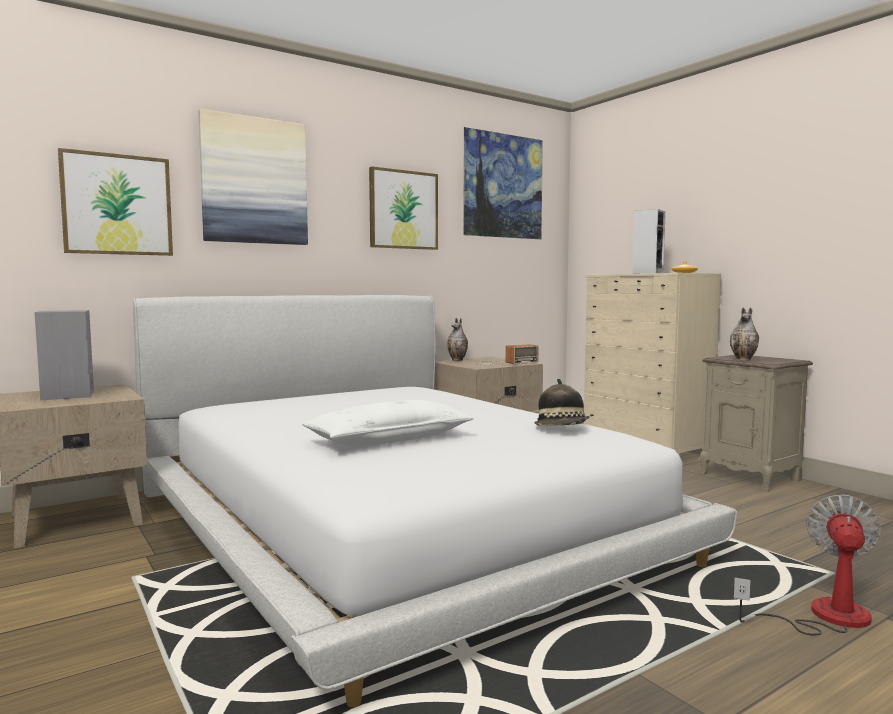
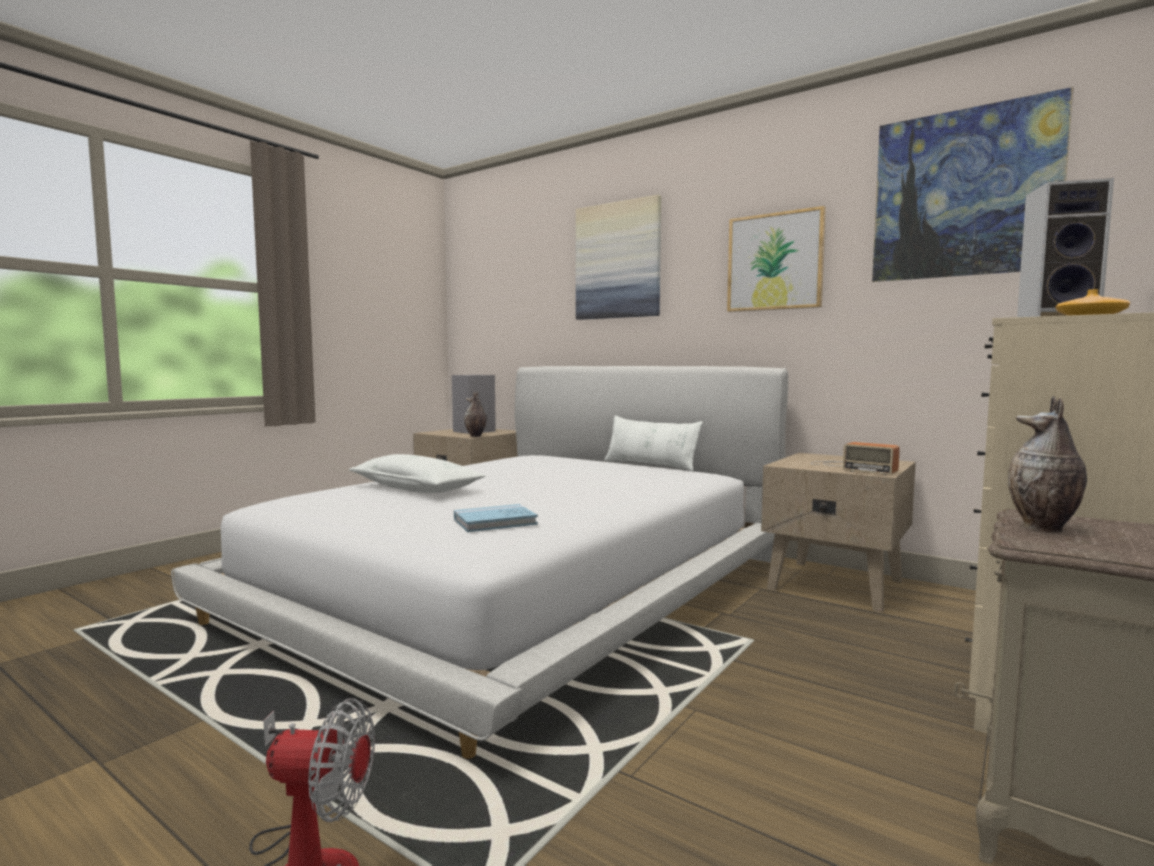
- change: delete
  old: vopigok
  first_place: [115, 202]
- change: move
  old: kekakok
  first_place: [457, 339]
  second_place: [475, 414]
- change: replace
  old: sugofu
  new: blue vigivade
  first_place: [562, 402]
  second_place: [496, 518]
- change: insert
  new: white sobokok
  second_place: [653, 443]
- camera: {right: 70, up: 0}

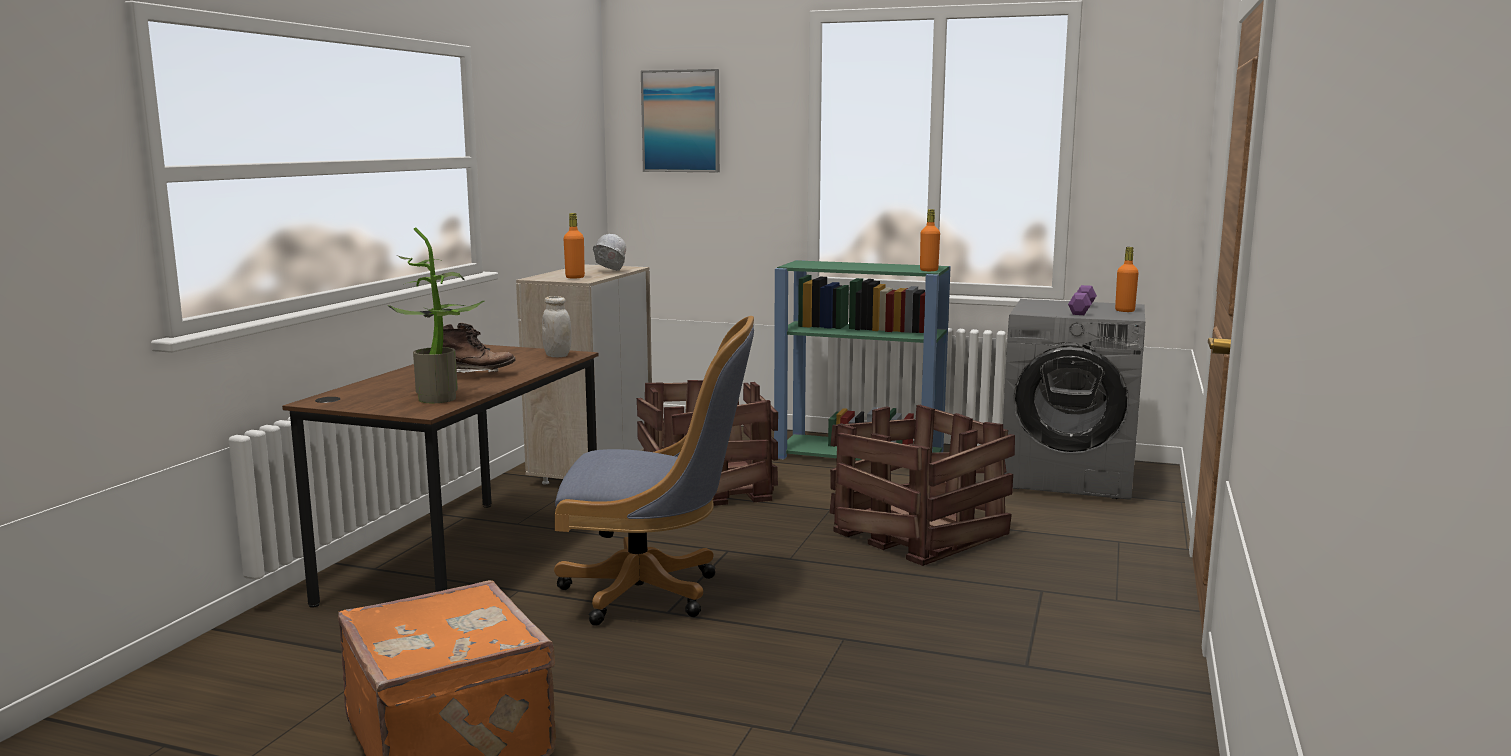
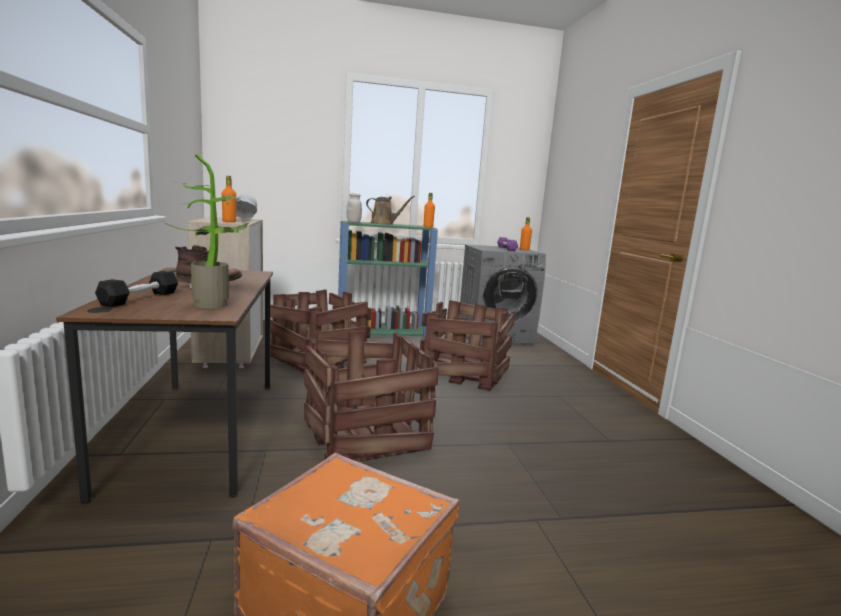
- change: delete
  old: vopigok
  first_place: [680, 120]
- change: move
  old: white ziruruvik
  first_place: [557, 326]
  second_place: [354, 208]
- change: replace
  old: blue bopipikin
  new: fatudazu
  first_place: [654, 471]
  second_place: [371, 396]
- change: insert
  new: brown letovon
  second_place: [390, 210]
- change: insert
  new: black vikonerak
  second_place: [136, 289]
- camera: {right: -30, up: 0}

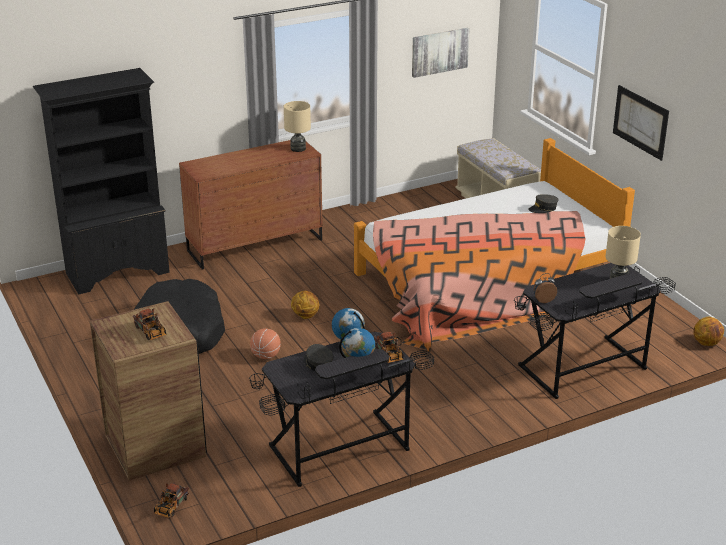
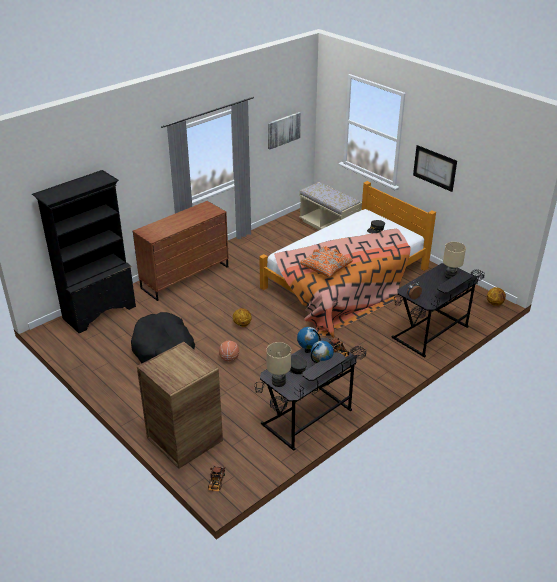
- change: move
  old: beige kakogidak
  first_place: [297, 126]
  second_place: [278, 364]
- change: delete
  old: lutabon
  first_place: [150, 324]
- change: insert
  new: orange sobokok
  second_place: [326, 262]
- camera: {right: -15, up: 5}

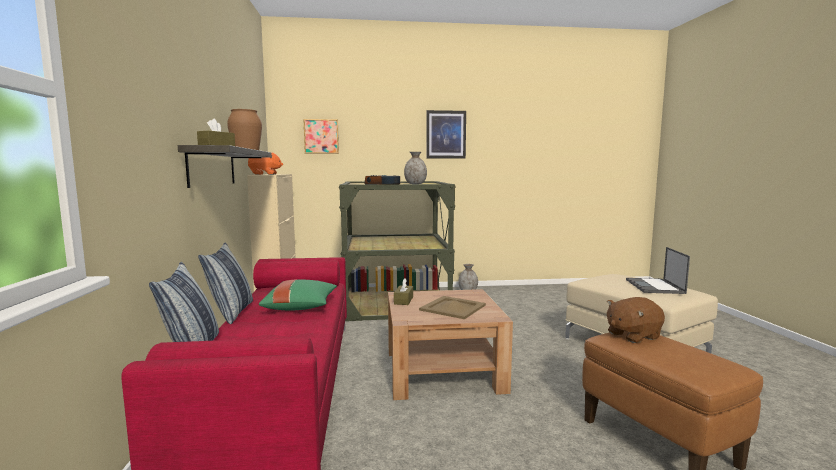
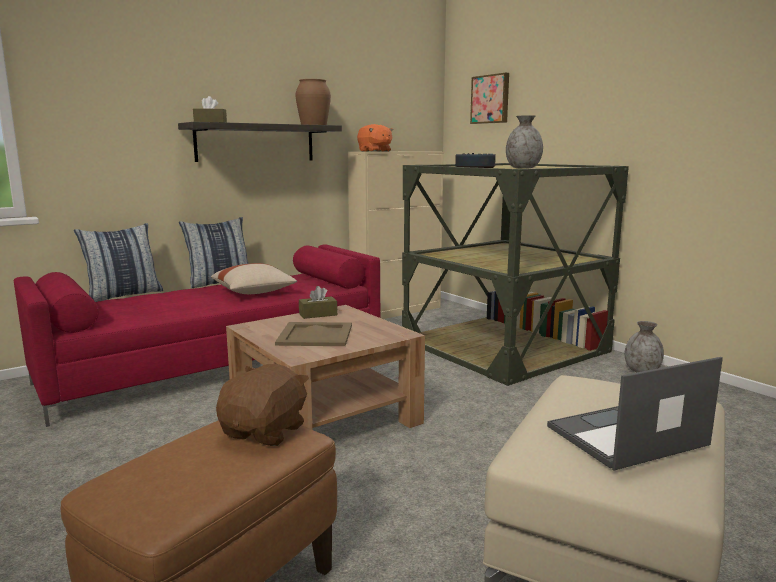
- change: delete
  old: vopigok
  first_place: [446, 134]
- change: recolor
  old: green sobokok
  new: beige sobokok
  first_place: [298, 295]
  second_place: [254, 278]
- change: rotate
  old: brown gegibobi
  first_place: [636, 320]
  second_place: [262, 405]
  degrees: 75
- camera: {right: 60, up: 5}

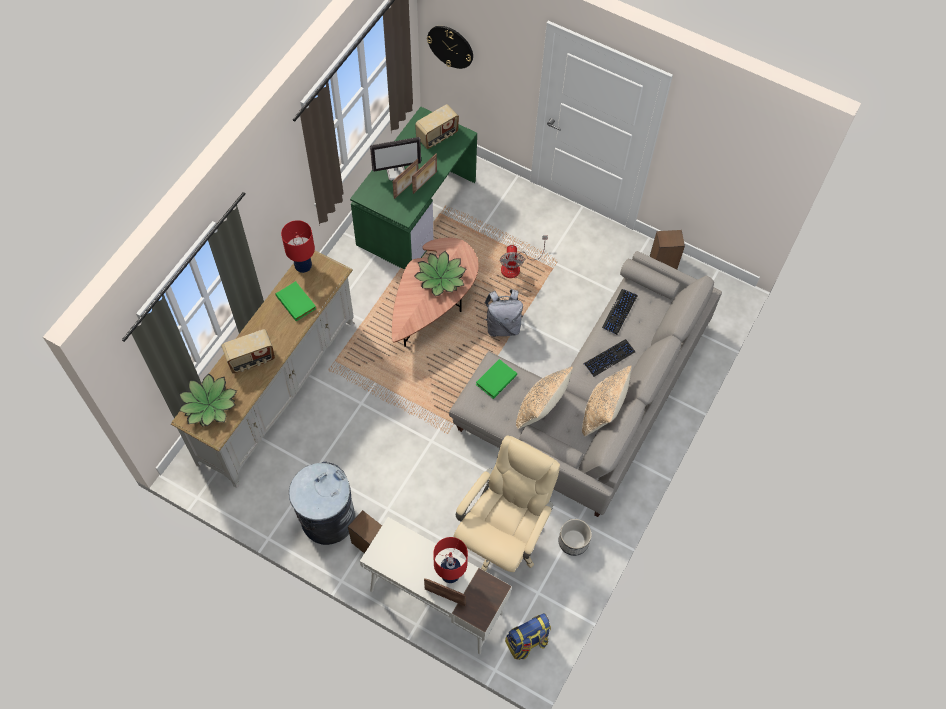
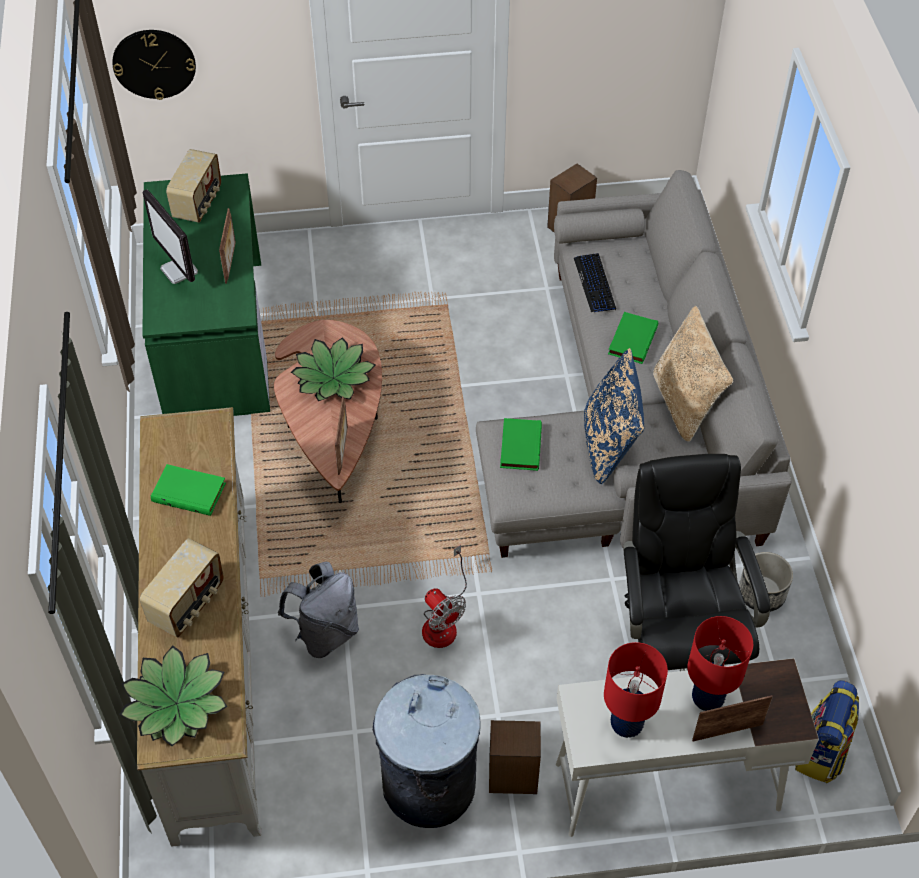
- change: rotate
  old: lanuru
  first_place: [395, 159]
  second_place: [170, 236]
  degrees: 105
- change: move
  old: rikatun
  first_place: [405, 179]
  second_place: [341, 436]
- change: move
  old: red kakogidak
  first_place: [298, 246]
  second_place: [636, 690]
- change: move
  old: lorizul
  first_place: [524, 256]
  second_place: [444, 596]
- change: move
  old: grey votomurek
  first_place: [504, 313]
  second_place: [318, 610]
- change: replace
  old: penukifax
  new: green vigivade
  first_place: [609, 358]
  second_place: [633, 338]
- change: recolor
  old: beige sobokok
  new: blue sobokok
  first_place: [544, 398]
  second_place: [614, 416]
- change: recolor
  old: beige bopipikin
  new: black bopipikin
  first_place: [507, 503]
  second_place: [697, 562]
- camera: {right: -35, up: -10}

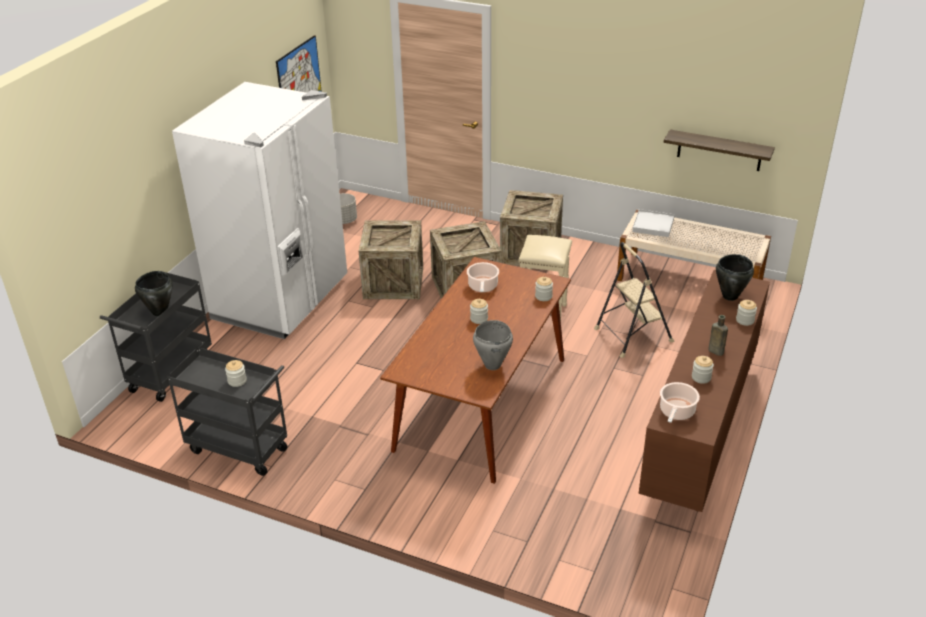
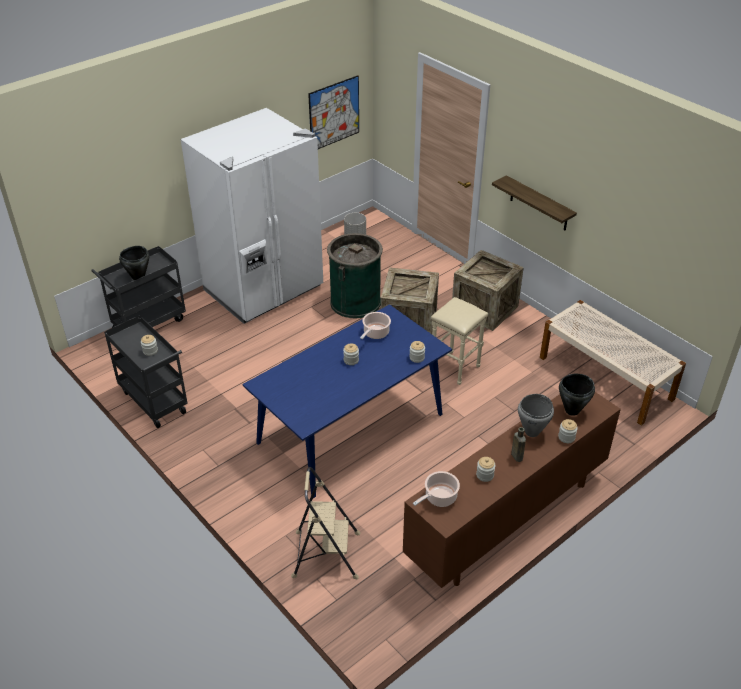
- change: move
  old: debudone
  first_place: [719, 150]
  second_place: [534, 202]
- change: delete
  old: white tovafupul
  first_place: [653, 223]
- change: replace
  old: fatudazu
  new: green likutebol
  first_place: [391, 259]
  second_place: [355, 275]
- change: move
  old: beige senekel
  first_place: [634, 300]
  second_place: [325, 523]
- change: recolor
  old: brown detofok
  new: blue detofok
  first_place: [475, 370]
  second_place: [347, 401]
- change: move
  old: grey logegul
  first_place: [493, 345]
  second_place: [536, 415]
- camera: {right: 25, up: 5}

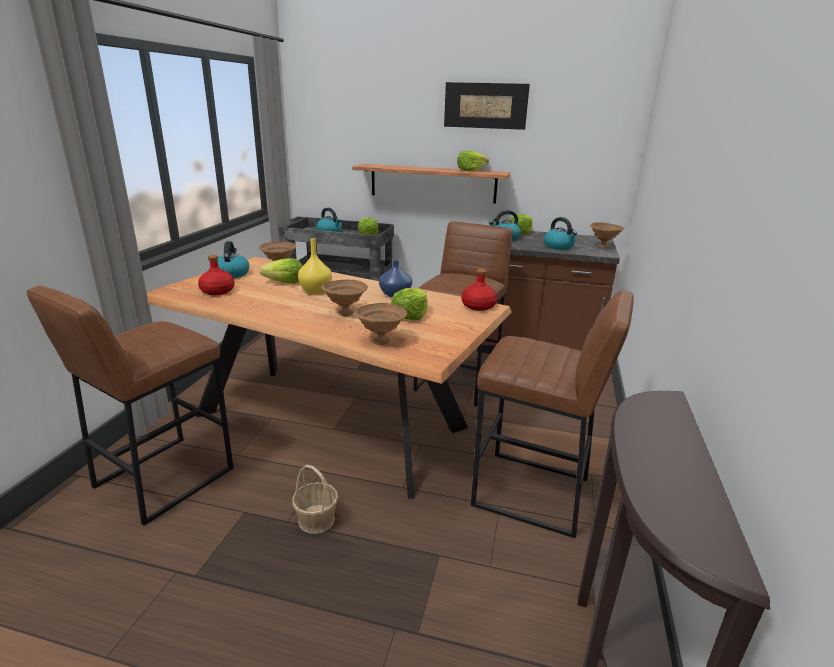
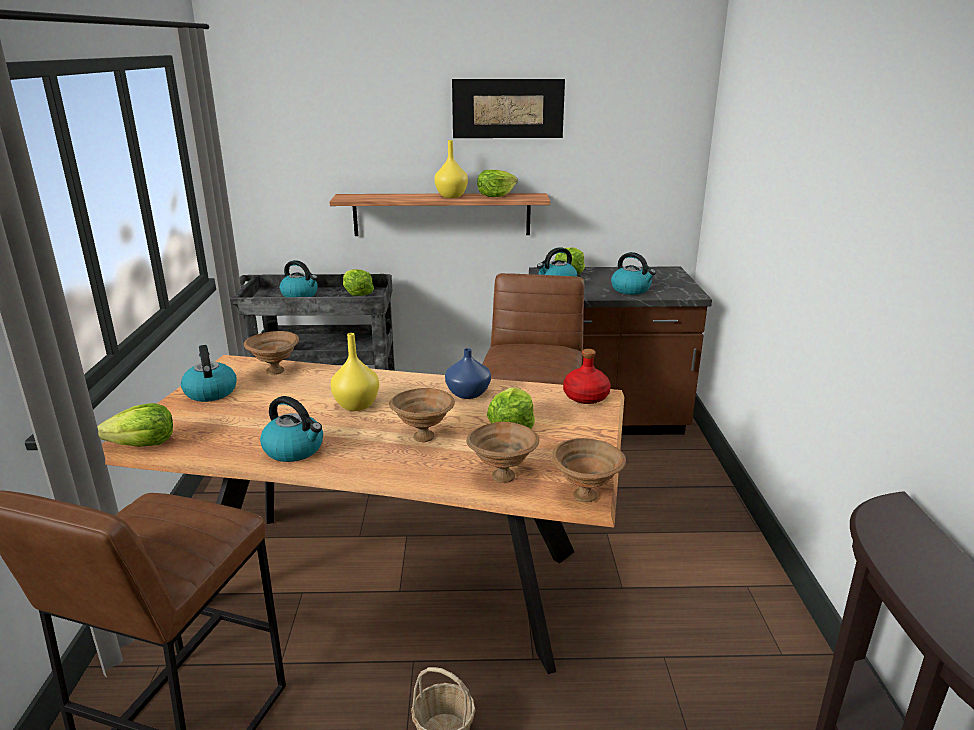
- change: move
  old: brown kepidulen
  first_place: [607, 235]
  second_place: [589, 470]
- change: delete
  old: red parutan
  first_place: [216, 275]
- change: move
  old: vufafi
  first_place: [281, 271]
  second_place: [135, 425]
- change: delete
  old: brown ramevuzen
  first_place: [552, 414]
- change: insert
  new: yellow kekakok
  second_place: [451, 169]
- change: insert
  new: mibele
  second_place: [291, 429]
- camera: {right: -15, up: 0}

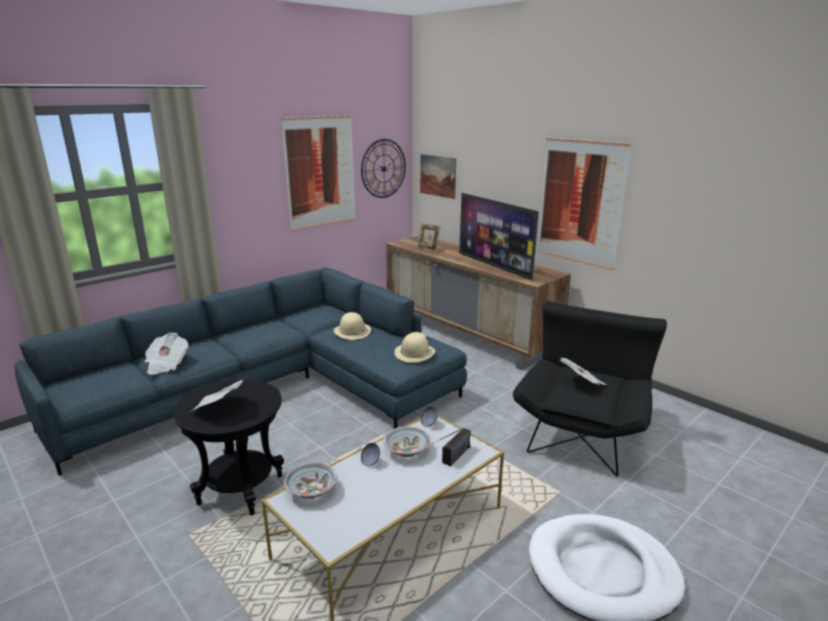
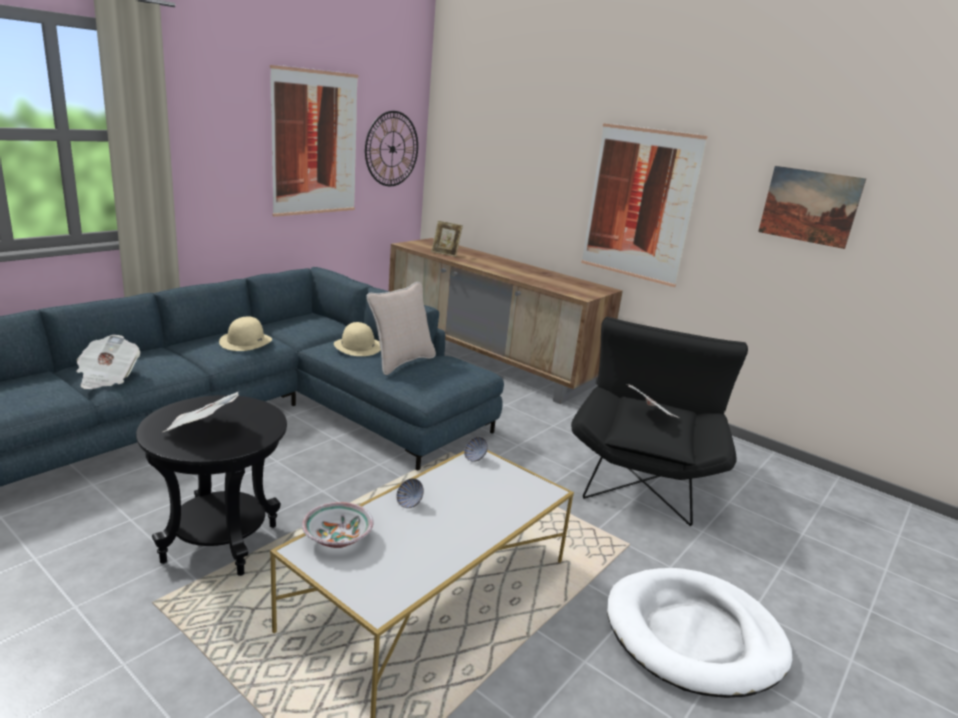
- change: move
  old: vopigok
  first_place: [438, 176]
  second_place: [812, 207]
- change: delete
  old: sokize
  first_place: [499, 236]
- change: move
  old: beige sugofu
  first_place: [414, 347]
  second_place: [245, 333]
- change: delete
  old: kepidulen
  first_place: [407, 441]
- change: delete
  old: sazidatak
  first_place: [451, 447]
- change: insert
  new: beige sobokok
  second_place: [401, 328]
- camera: {right: -10, up: 0}

